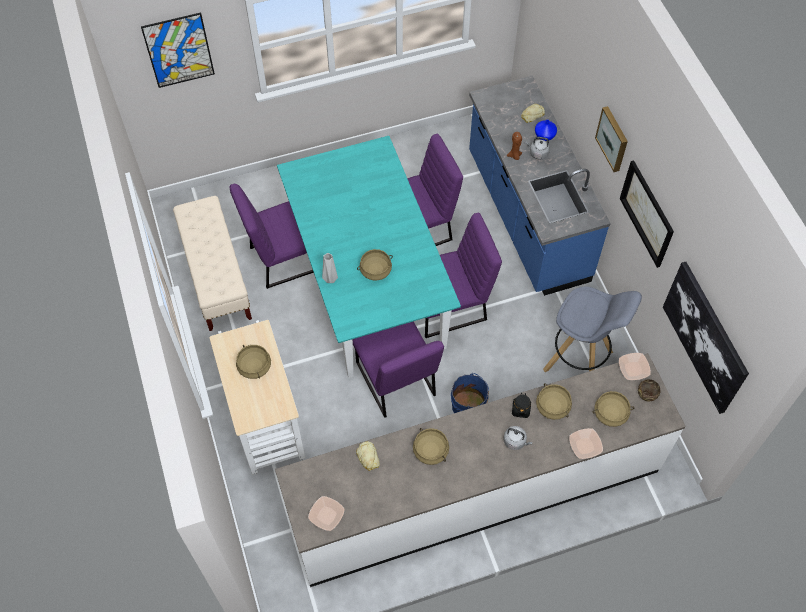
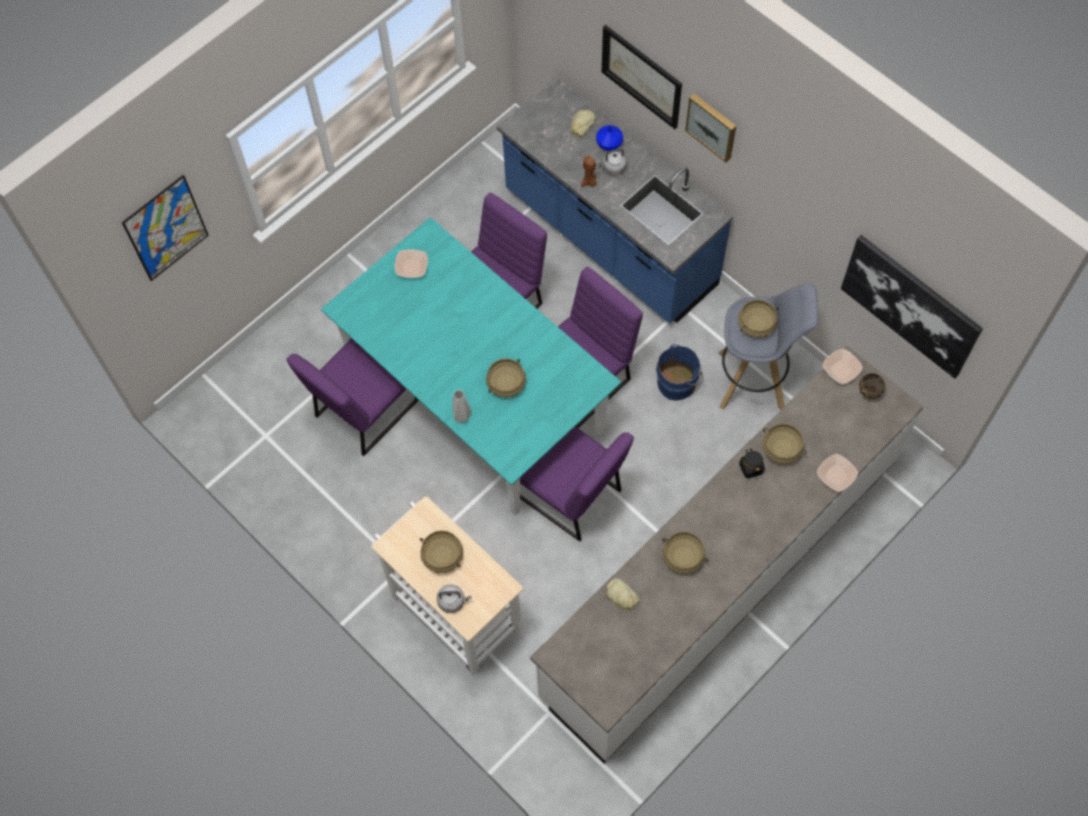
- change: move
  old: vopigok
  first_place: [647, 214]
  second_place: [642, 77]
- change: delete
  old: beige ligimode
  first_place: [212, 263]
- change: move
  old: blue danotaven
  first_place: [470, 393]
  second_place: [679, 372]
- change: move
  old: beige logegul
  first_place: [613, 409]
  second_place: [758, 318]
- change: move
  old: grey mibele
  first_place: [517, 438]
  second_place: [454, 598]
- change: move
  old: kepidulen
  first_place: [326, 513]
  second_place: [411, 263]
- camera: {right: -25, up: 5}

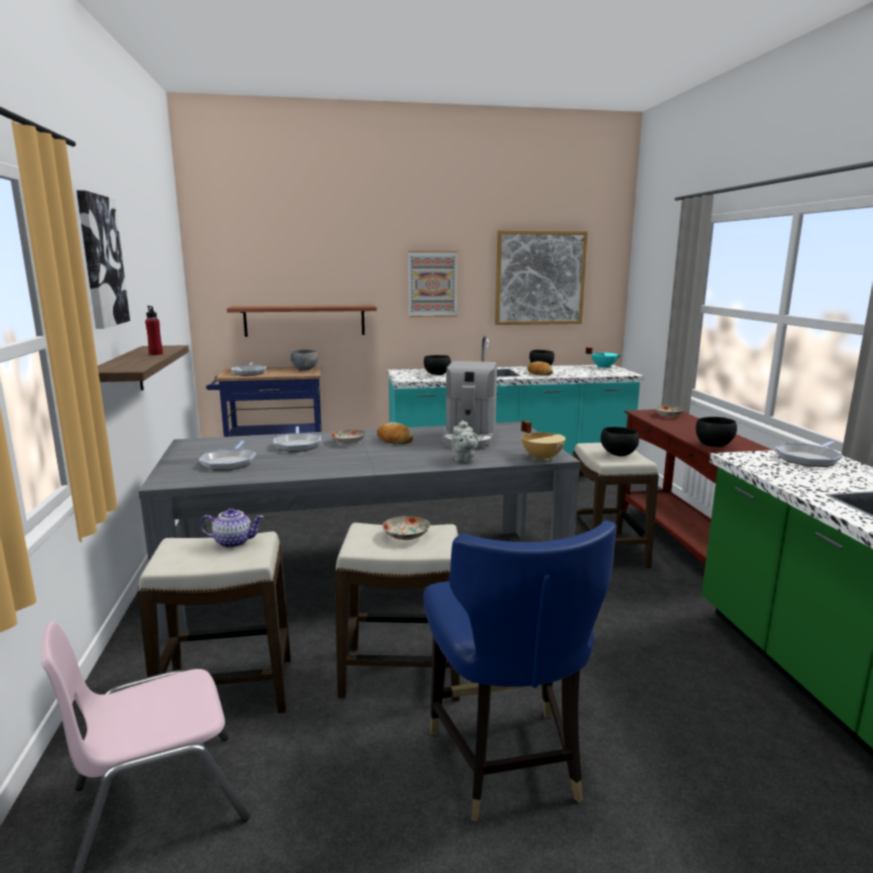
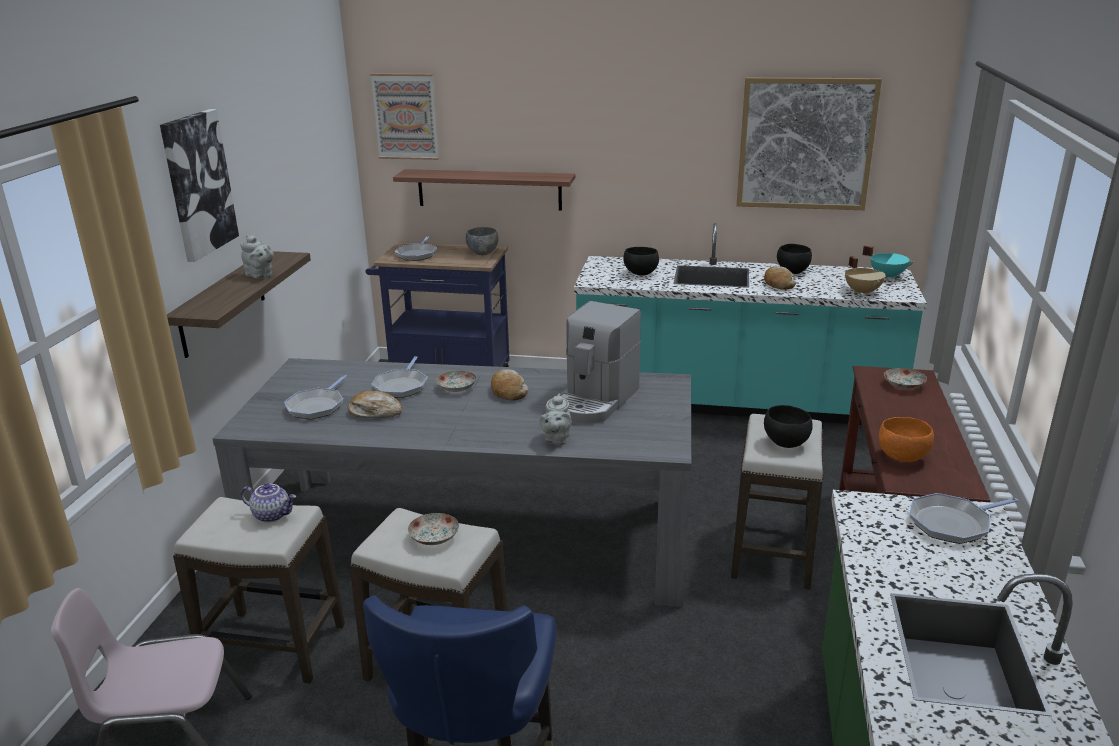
- change: move
  old: vopigok
  first_place: [432, 284]
  second_place: [404, 116]
- change: replace
  old: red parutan
  new: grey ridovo
  first_place: [154, 330]
  second_place: [257, 257]
- change: recolor
  old: black kepidulen
  new: orange kepidulen
  first_place: [716, 432]
  second_place: [906, 439]
- change: move
  old: beige logegul
  first_place: [543, 441]
  second_place: [865, 275]
- change: insert
  new: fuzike
  second_place: [375, 404]
- camera: {right: 20, up: 10}

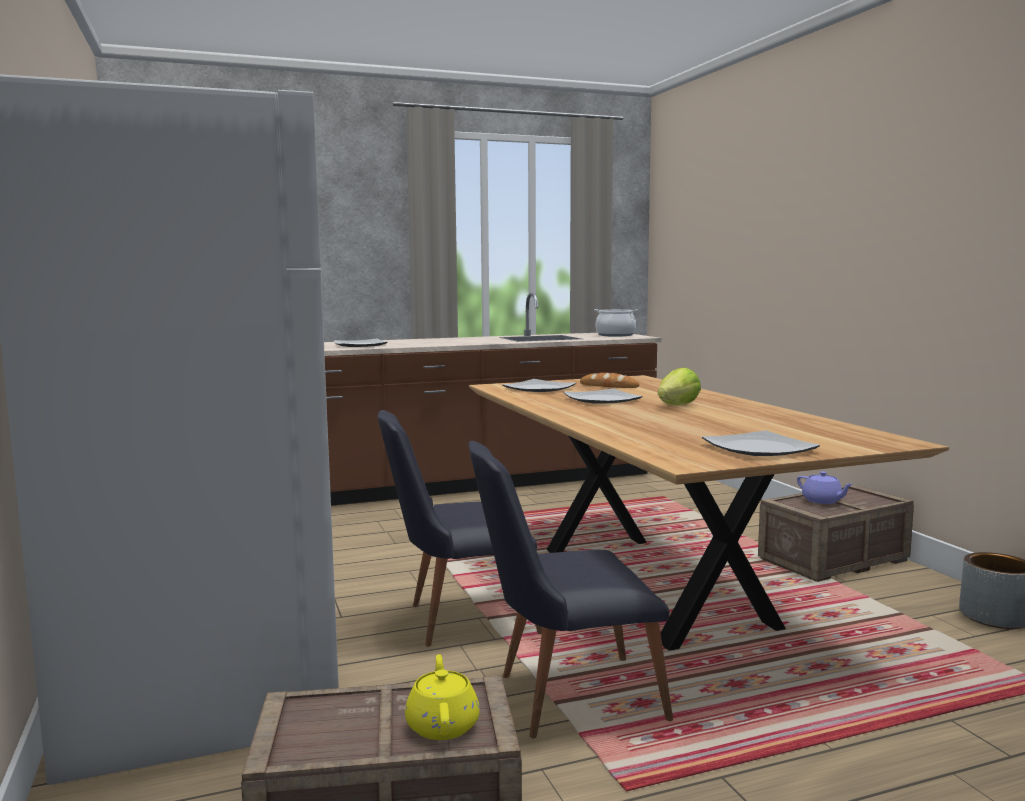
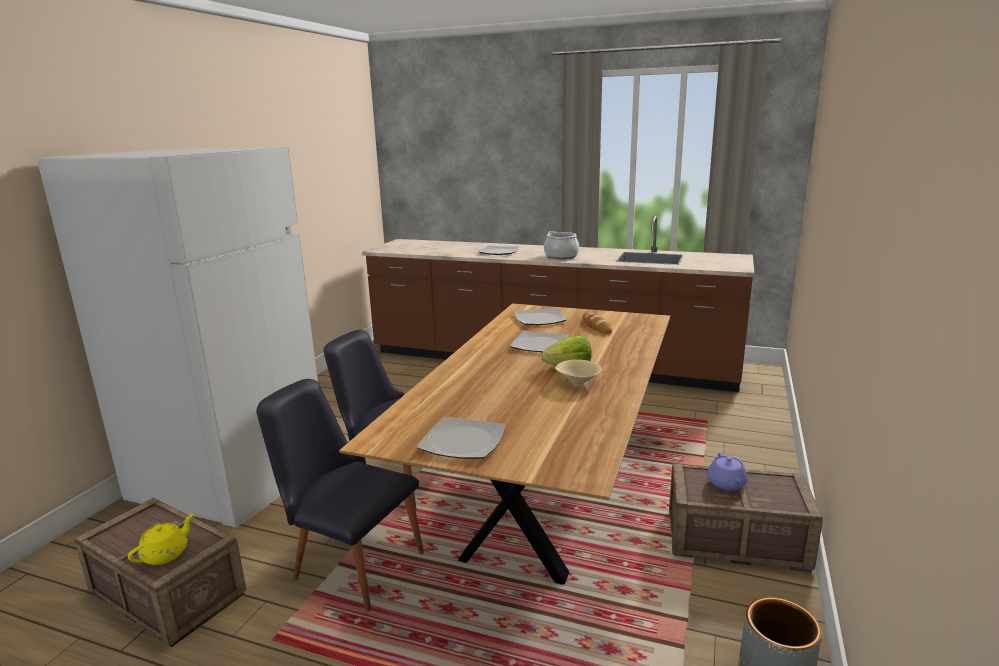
- change: move
  old: logegul
  first_place: [616, 323]
  second_place: [561, 245]
- change: insert
  new: beige kepidulen
  second_place: [578, 372]
- camera: {right: 40, up: 10}

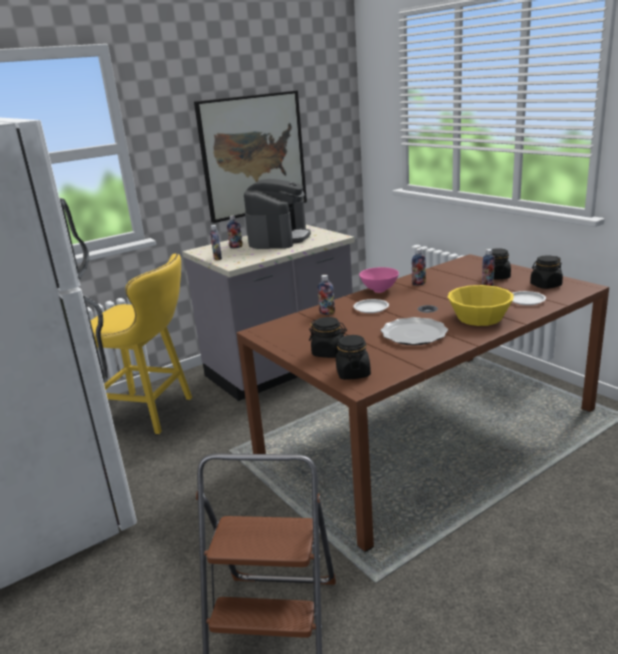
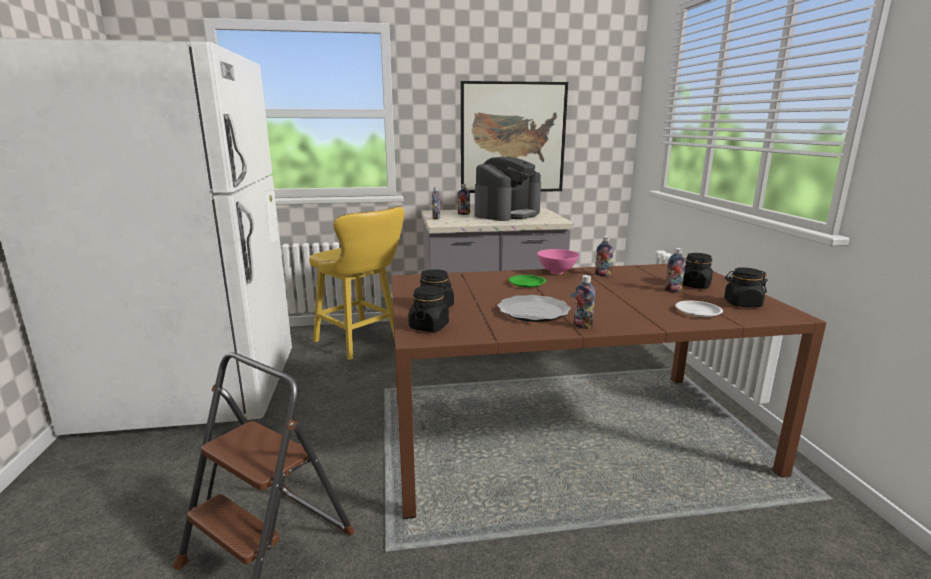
- change: move
  old: parutan
  first_place: [326, 295]
  second_place: [584, 302]
- change: delete
  old: yellow kepidulen
  first_place: [481, 305]
- change: recolor
  old: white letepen
  new: green letepen
  first_place: [371, 306]
  second_place: [527, 281]
- camera: {right: 25, up: -5}

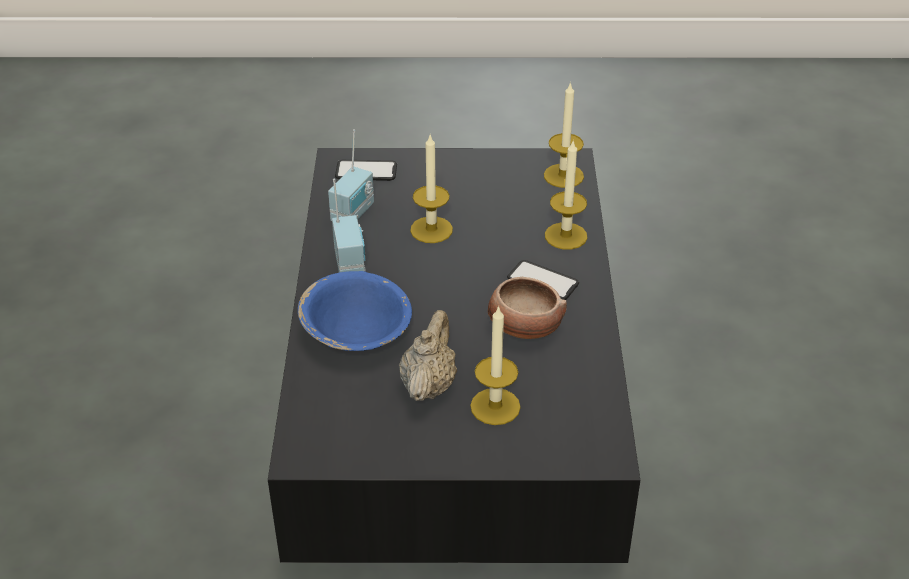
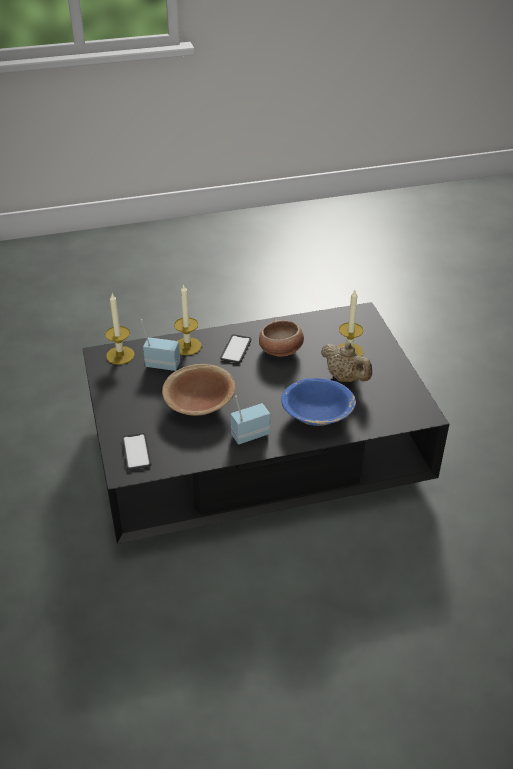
- change: move
  old: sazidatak
  first_place: [351, 175]
  second_place: [160, 345]
- change: replace
  old: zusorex
  new: brown kepidulen
  first_place: [431, 189]
  second_place: [199, 390]
- change: rotate
  old: beige ridovo
  first_place: [428, 355]
  second_place: [346, 362]
  degrees: -135
- camera: {right: -105, up: 0}

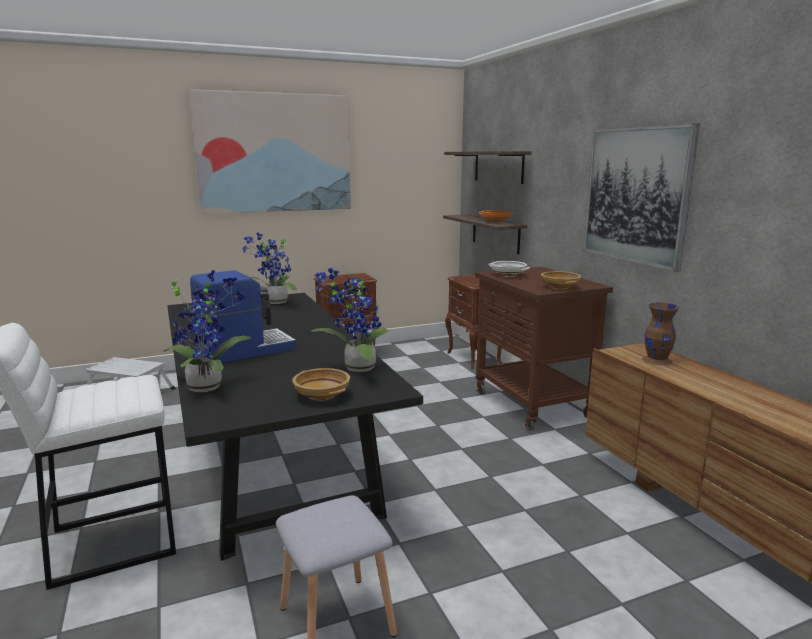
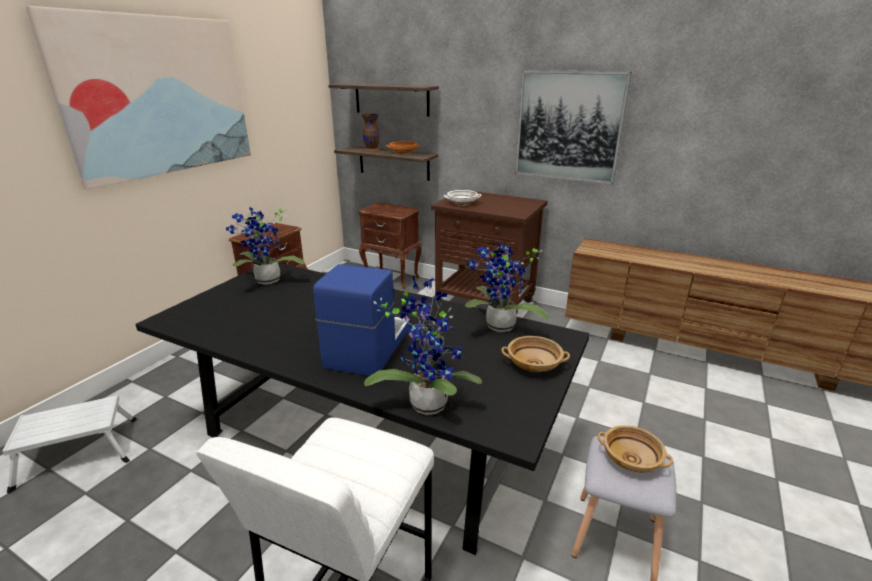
- change: move
  old: beige kepidulen
  first_place: [561, 280]
  second_place: [635, 449]
- change: move
  old: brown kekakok
  first_place: [660, 333]
  second_place: [371, 133]
- camera: {right: -40, up: 10}

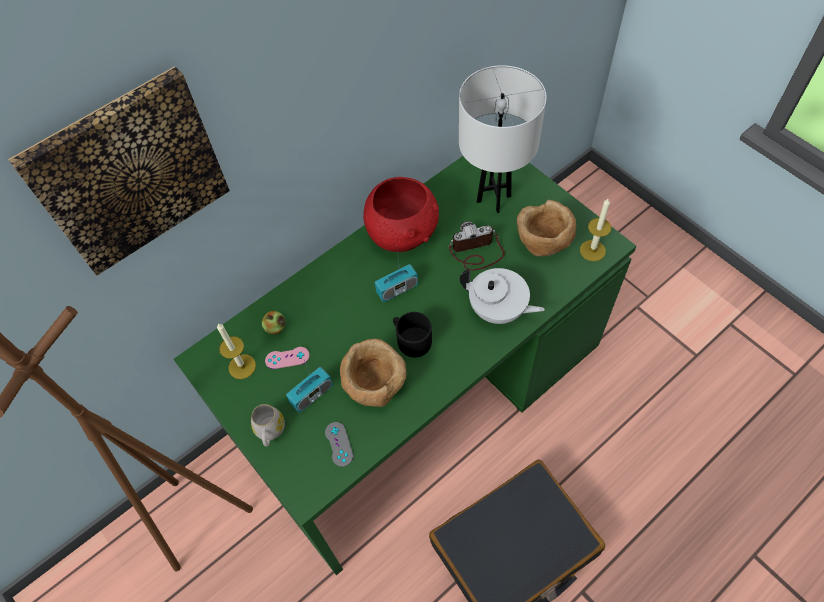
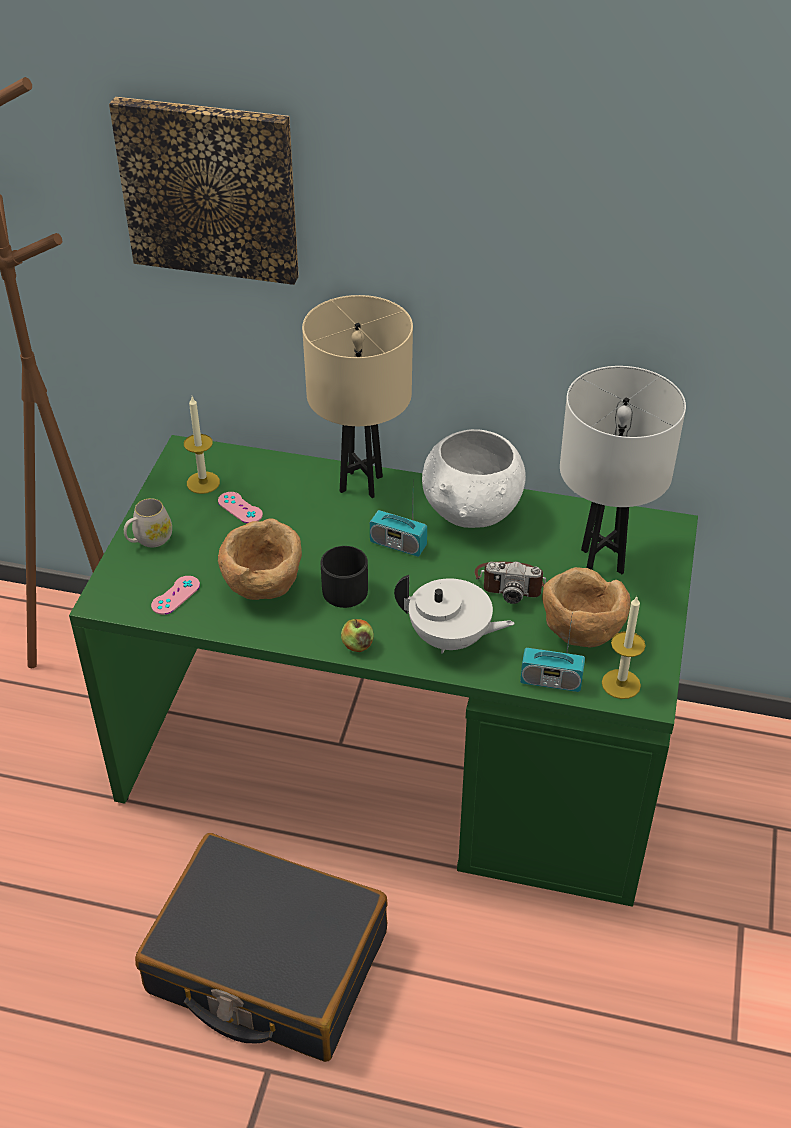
- change: recolor
  old: red kepidulen
  new: white kepidulen
  first_place: [401, 214]
  second_place: [474, 478]
- change: rotate
  old: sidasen
  first_place: [477, 246]
  second_place: [510, 582]
  degrees: 150
- change: rotate
  old: white ridovo
  first_place: [502, 296]
  second_place: [454, 614]
  degrees: -60
- change: move
  old: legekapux
  first_place: [273, 322]
  second_place: [357, 635]
- change: move
  old: sazidatak
  first_place: [309, 384]
  second_place: [552, 654]
- change: recolor
  old: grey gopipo
  new: pink gopipo
  first_place: [339, 444]
  second_place: [175, 595]
- change: insert
  new: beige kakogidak
  second_place: [357, 396]
- camera: {right: 50, up: -15}

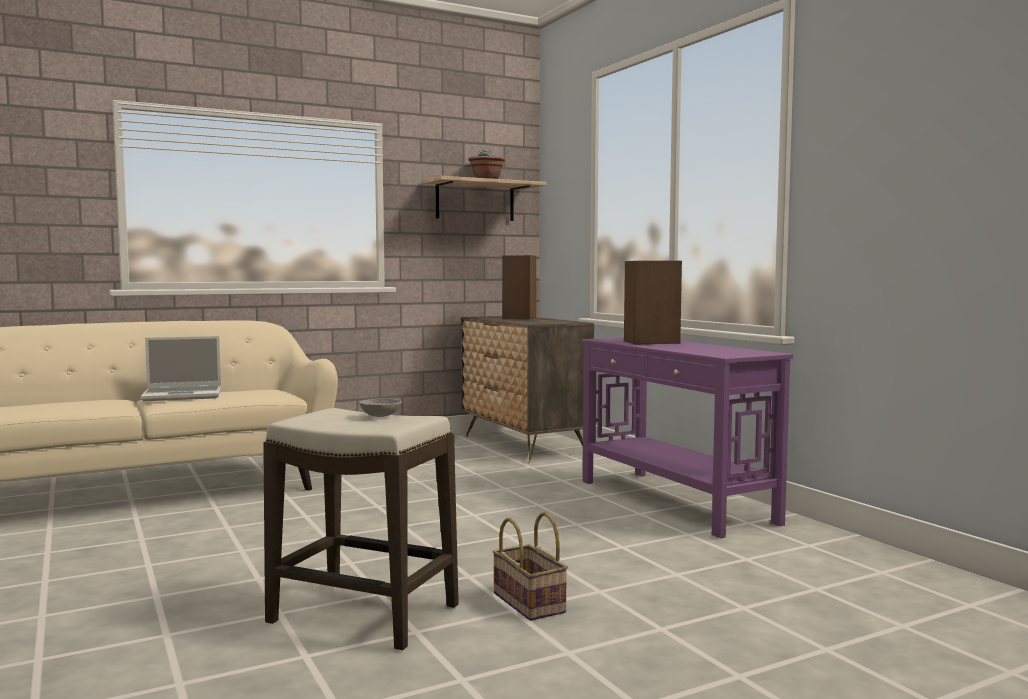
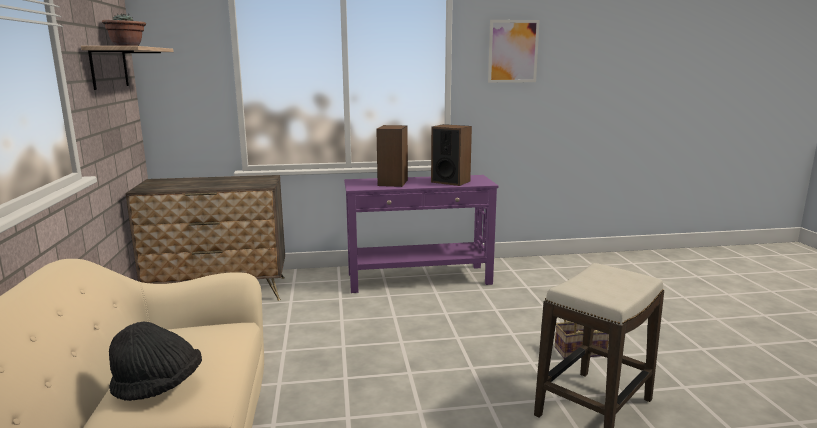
- change: move
  old: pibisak
  first_place: [519, 287]
  second_place: [451, 155]
- change: replace
  old: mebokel
  new: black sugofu
  first_place: [180, 368]
  second_place: [155, 361]
- change: delete
  old: grey kepidulen
  first_place: [380, 407]
- change: insert
  new: vopigok
  second_place: [514, 51]
- camera: {right: -70, up: 10}

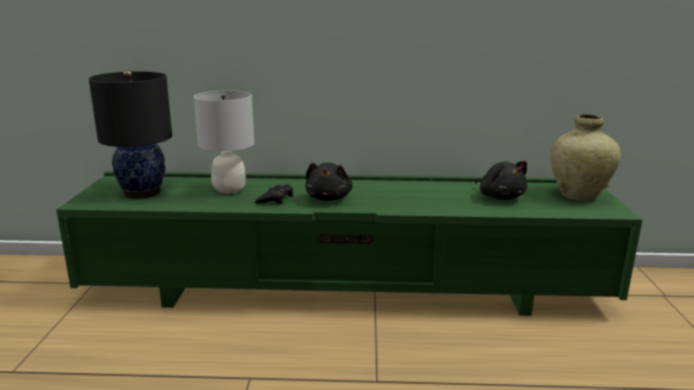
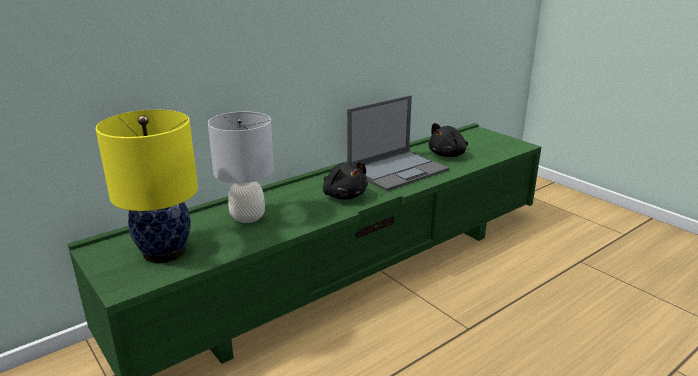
- change: recolor
  old: black kakogidak
  new: yellow kakogidak
  first_place: [130, 134]
  second_place: [147, 186]
- change: delete
  old: beige kekakok
  first_place: [585, 157]
- change: rotate
  old: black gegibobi
  first_place: [501, 180]
  second_place: [448, 140]
  degrees: 120
- change: delete
  old: black gopipo
  first_place: [274, 194]
- change: insert
  new: mebokel
  second_place: [398, 143]
- camera: {right: -40, up: 5}

